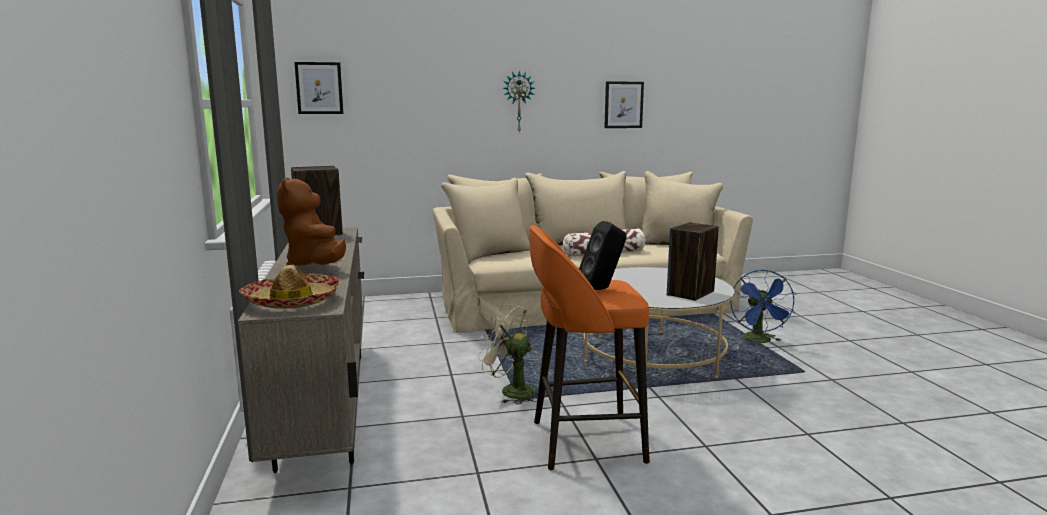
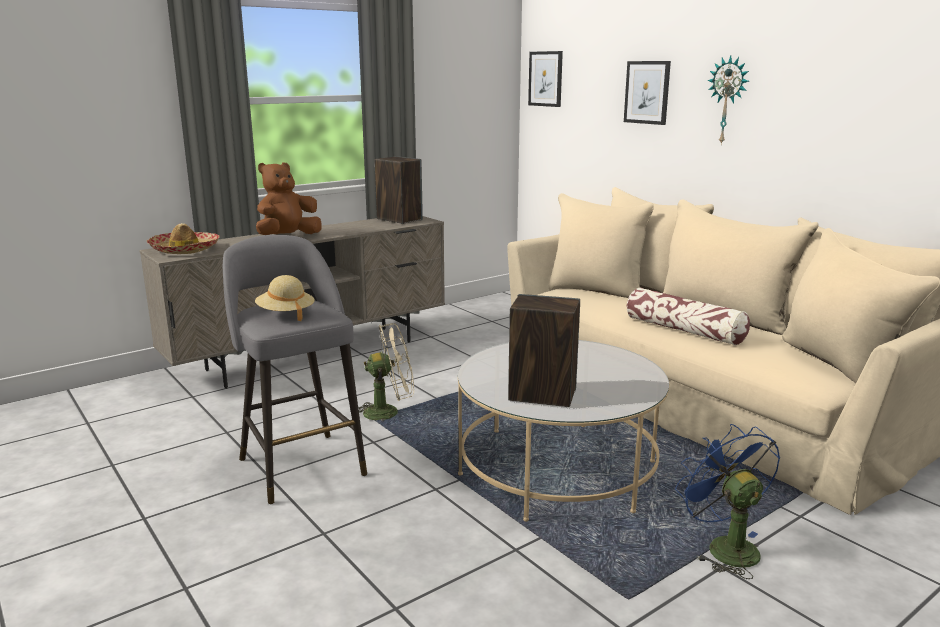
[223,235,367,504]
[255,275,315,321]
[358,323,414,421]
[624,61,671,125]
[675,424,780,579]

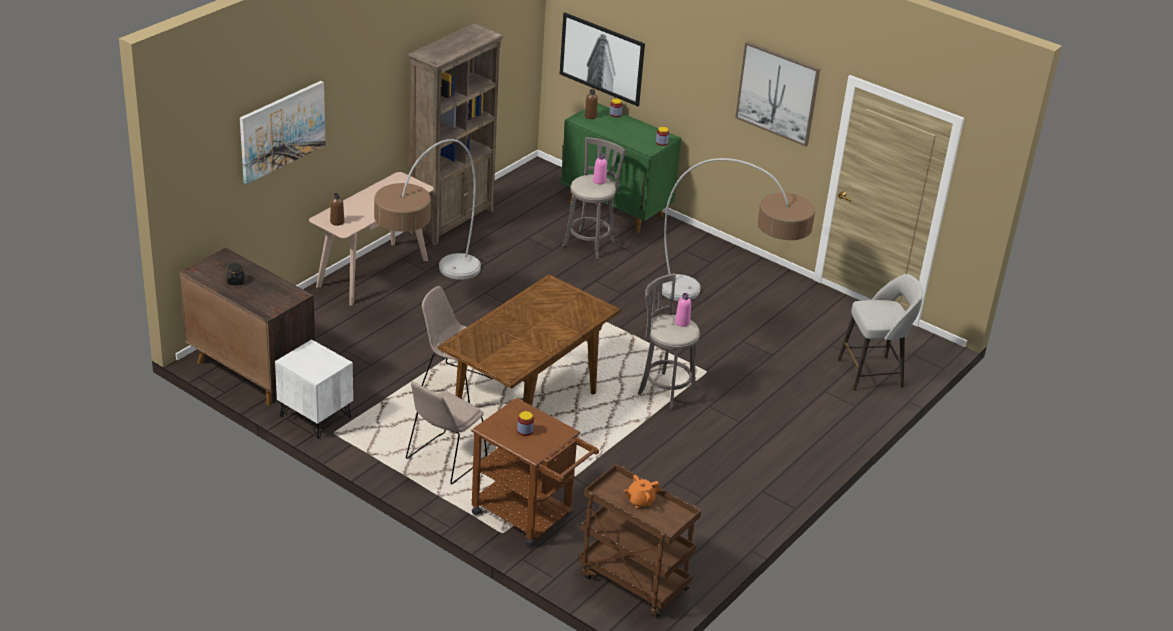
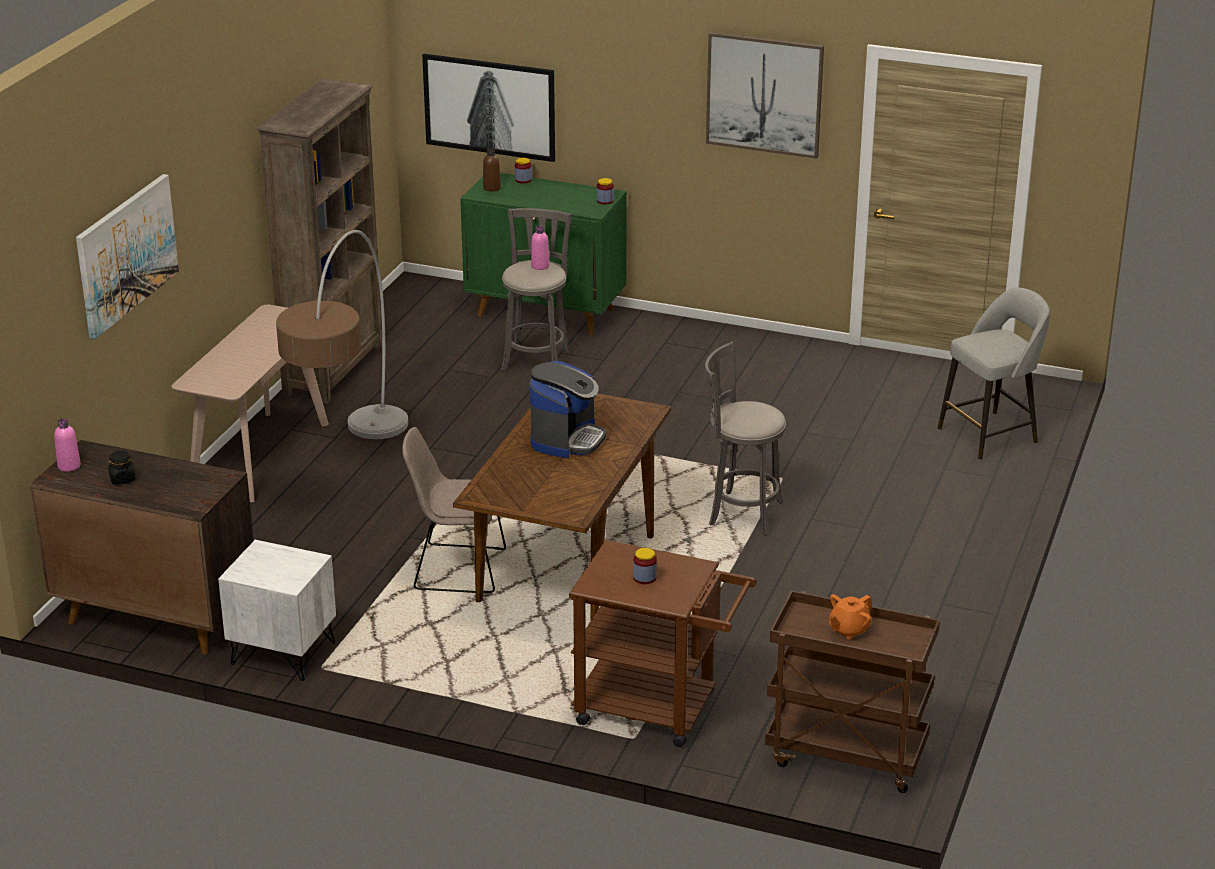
[54,418,81,472]
[529,361,606,458]
[330,193,344,226] (first image)
[406,381,487,484] (first image)
[662,158,815,301] (first image)

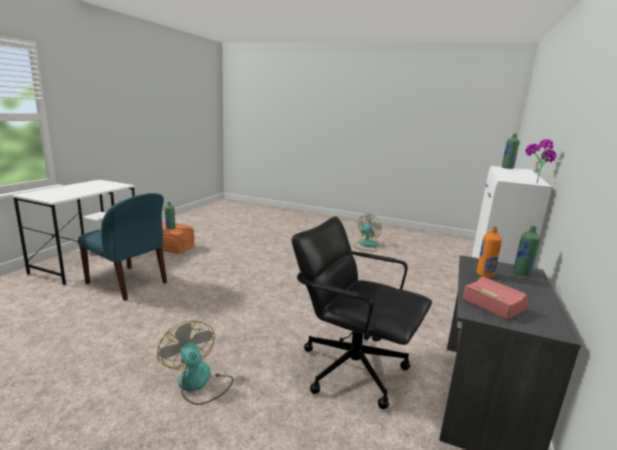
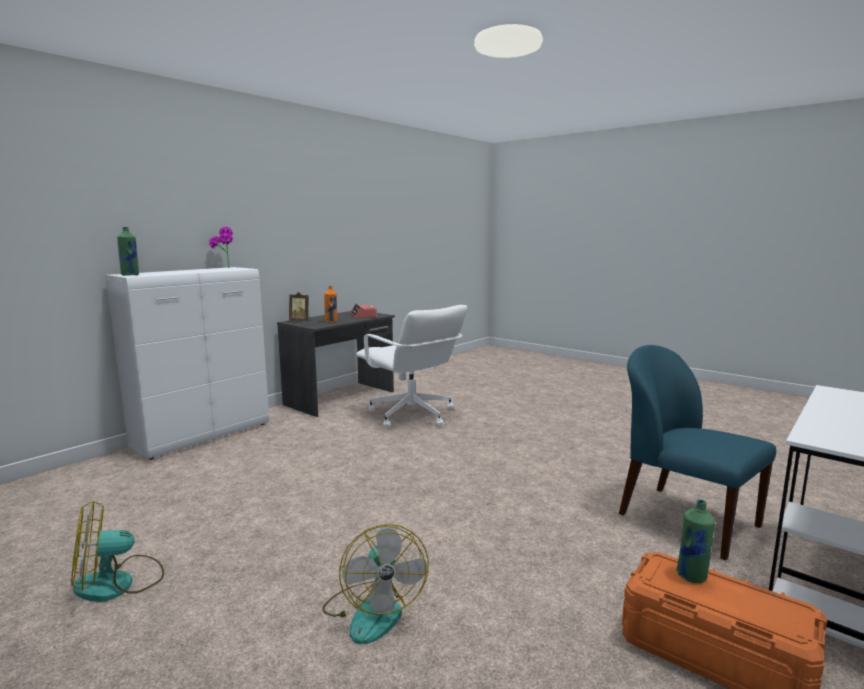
[289,292,310,322]
[322,524,429,644]
[356,305,467,428]

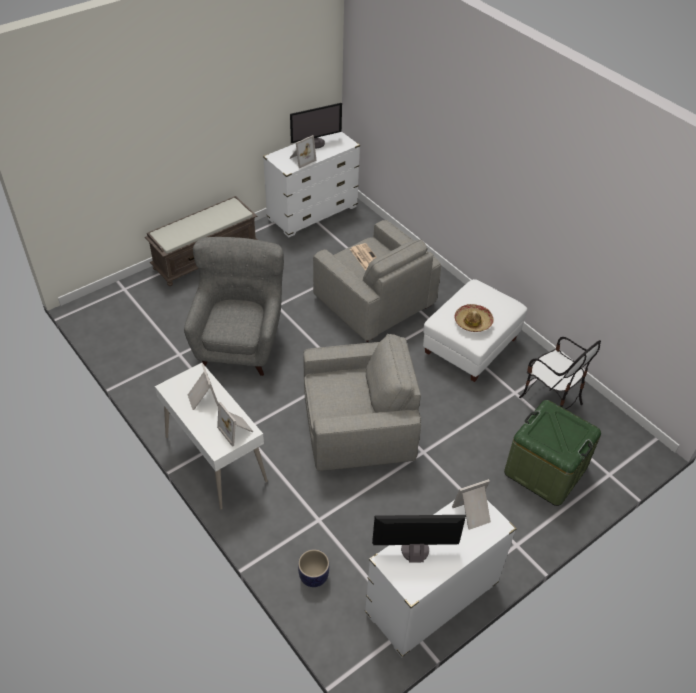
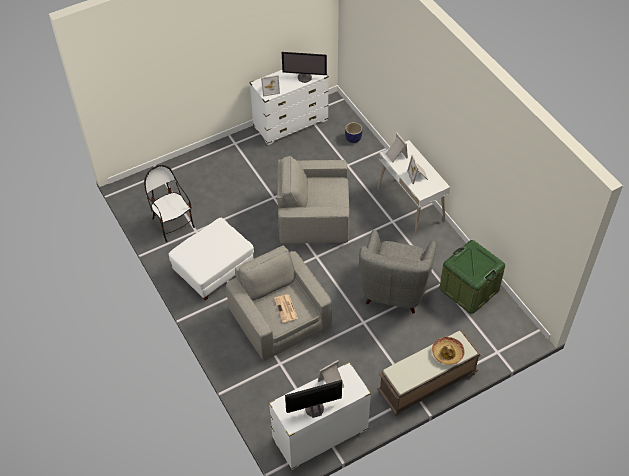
[432,337,464,365]
[440,240,505,314]

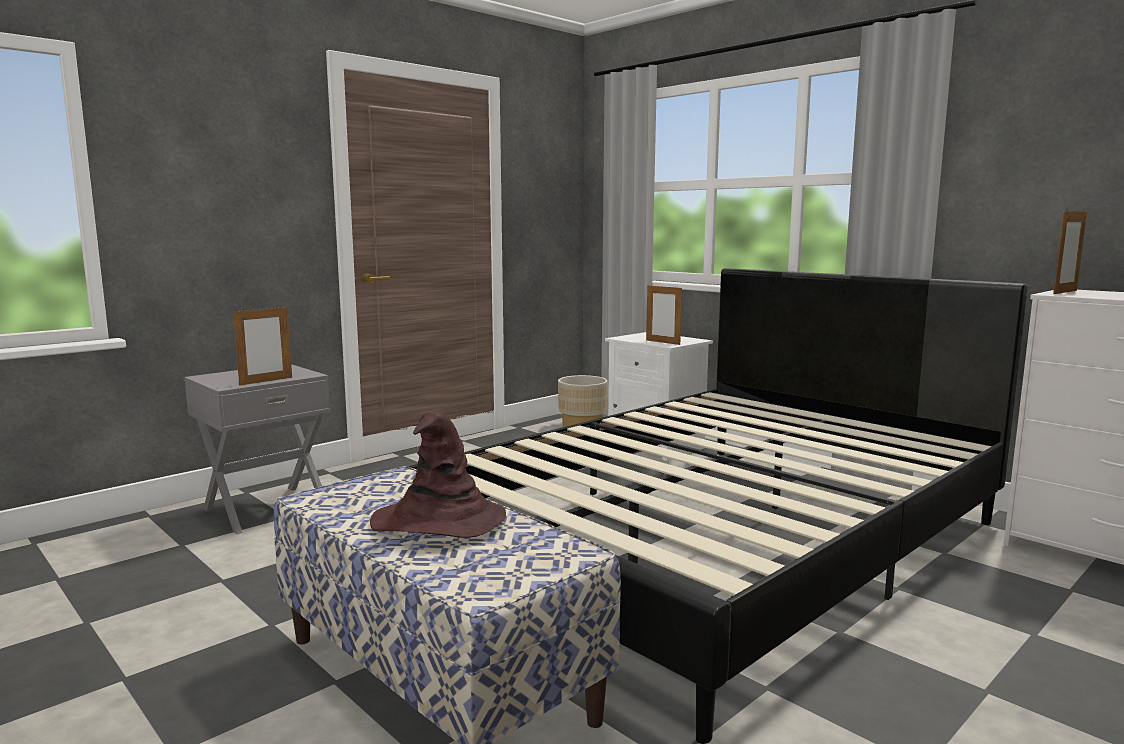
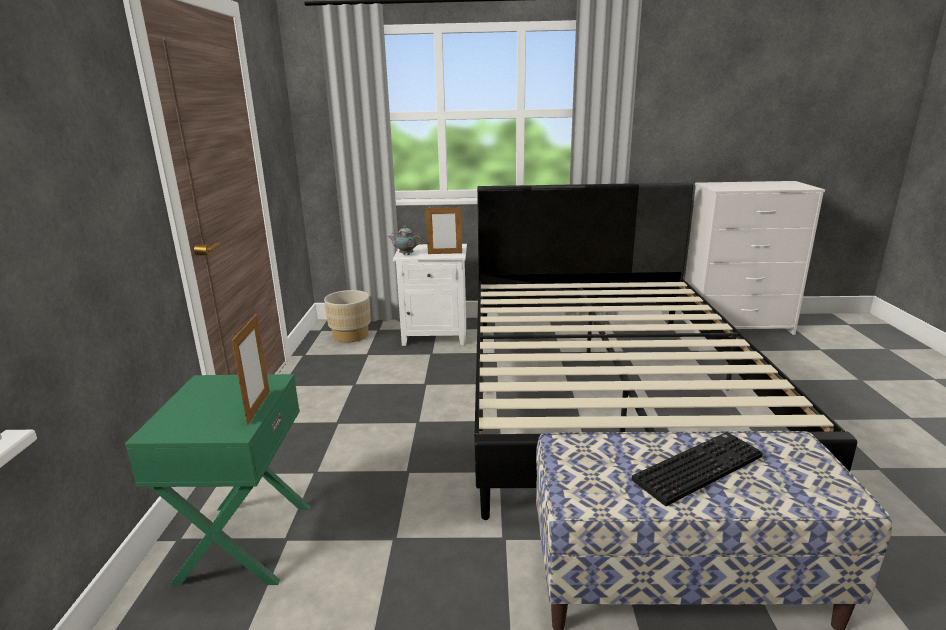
[125,374,311,585]
[389,225,422,255]
[632,432,763,506]
[1053,209,1087,294] (first image)

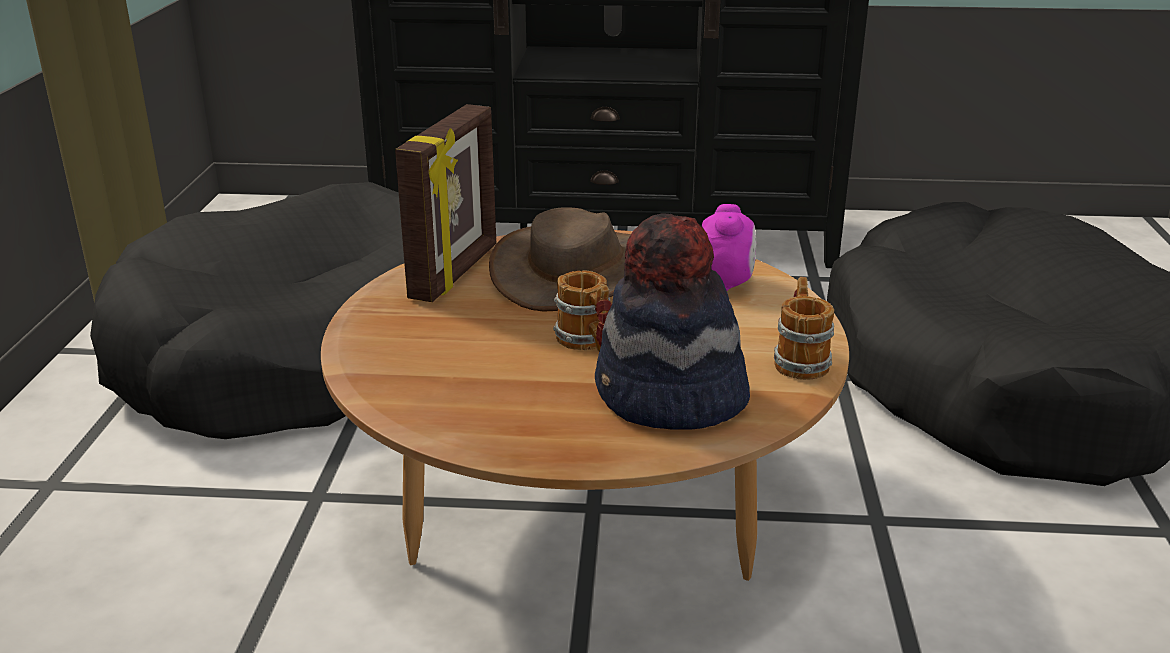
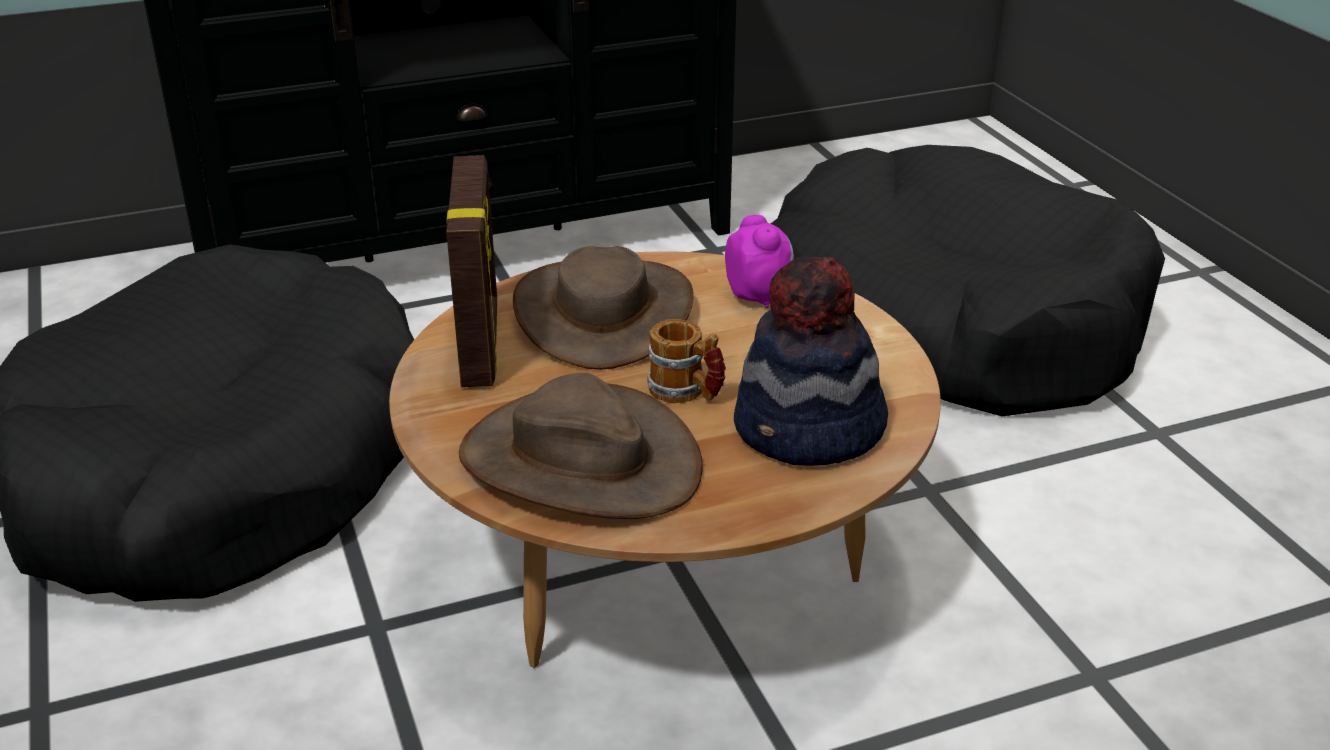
[459,373,703,519]
[774,277,834,380] (first image)

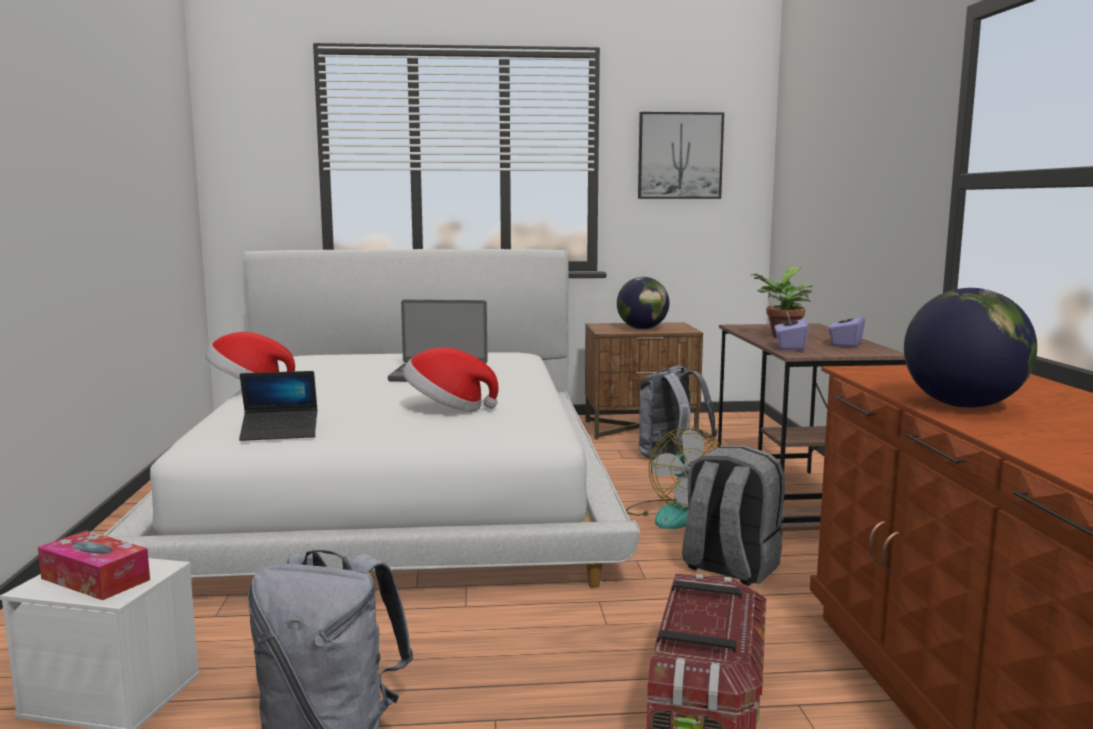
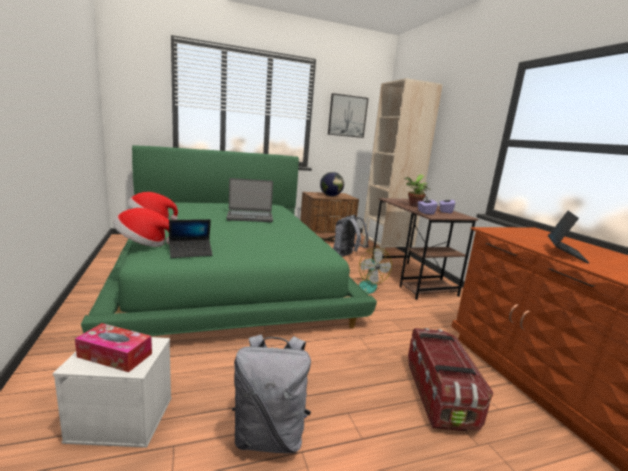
[81,145,377,336]
[113,208,169,247]
[362,78,443,260]
[548,211,589,263]
[682,445,785,586] (first image)

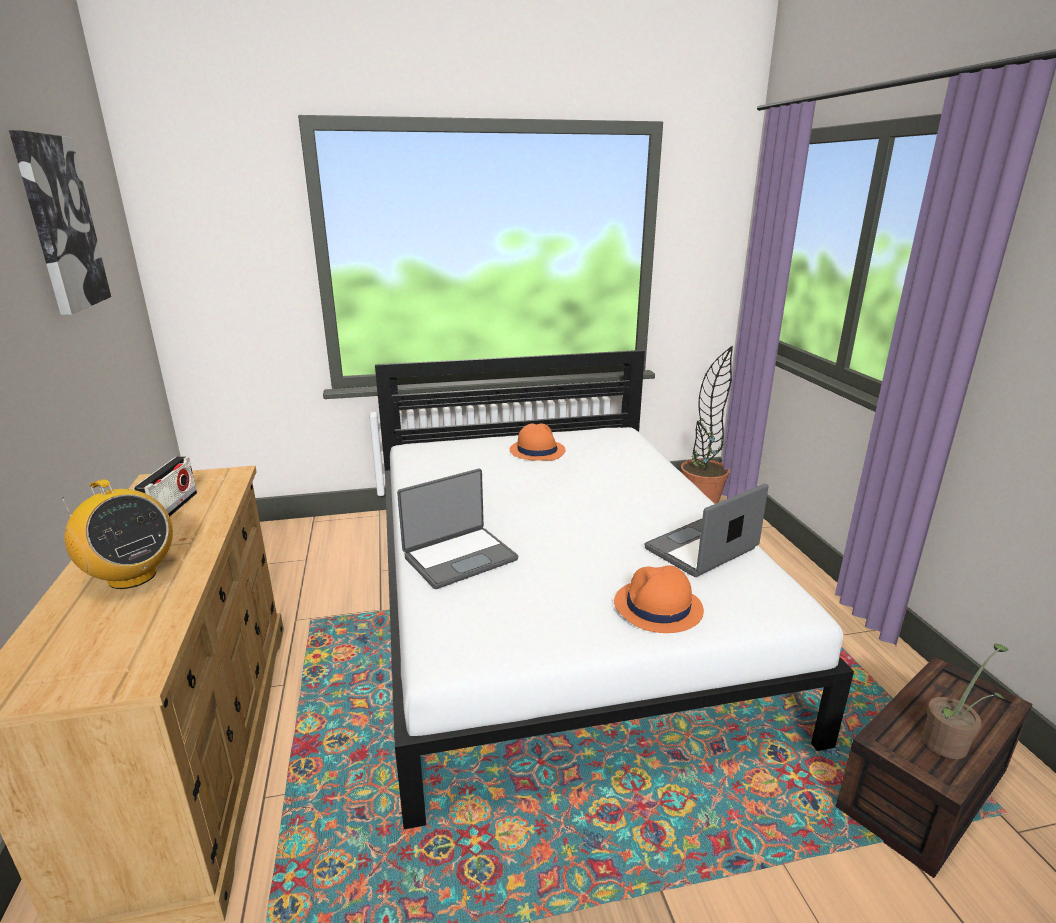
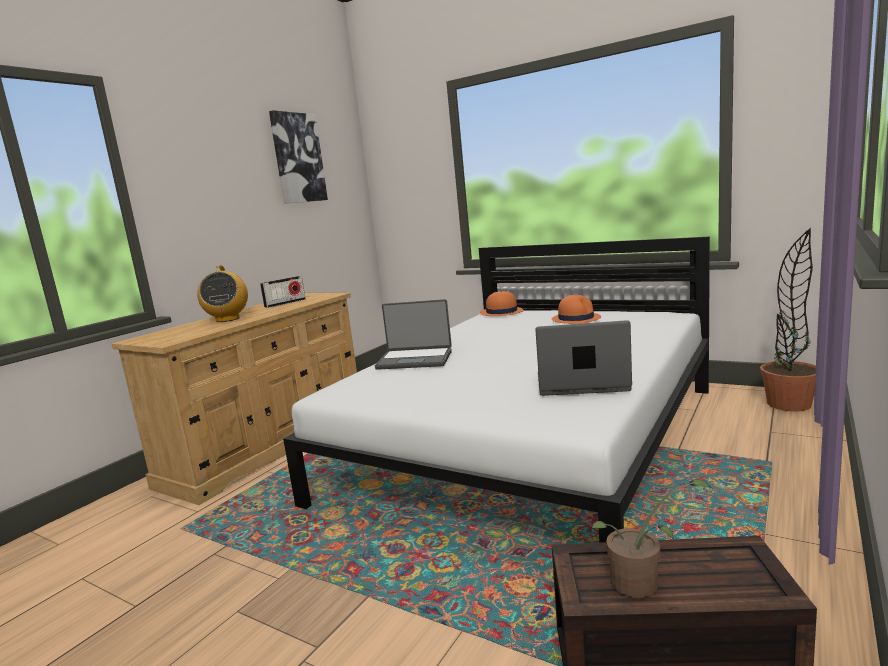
[480,291,524,316]

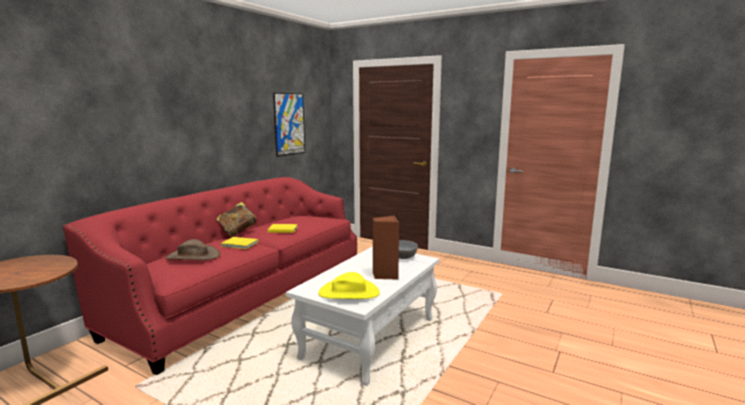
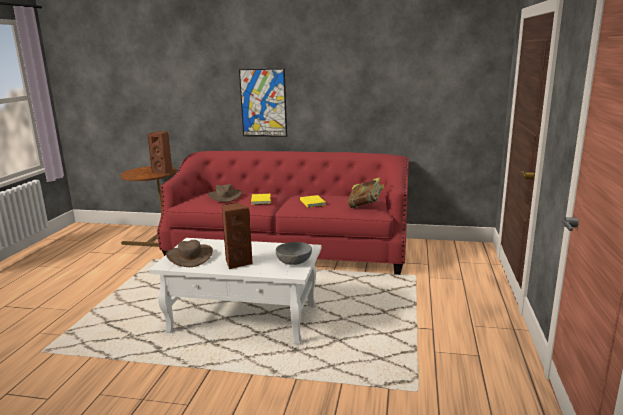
[147,131,172,174]
[166,240,213,267]
[239,69,287,137]
[347,177,385,208]

